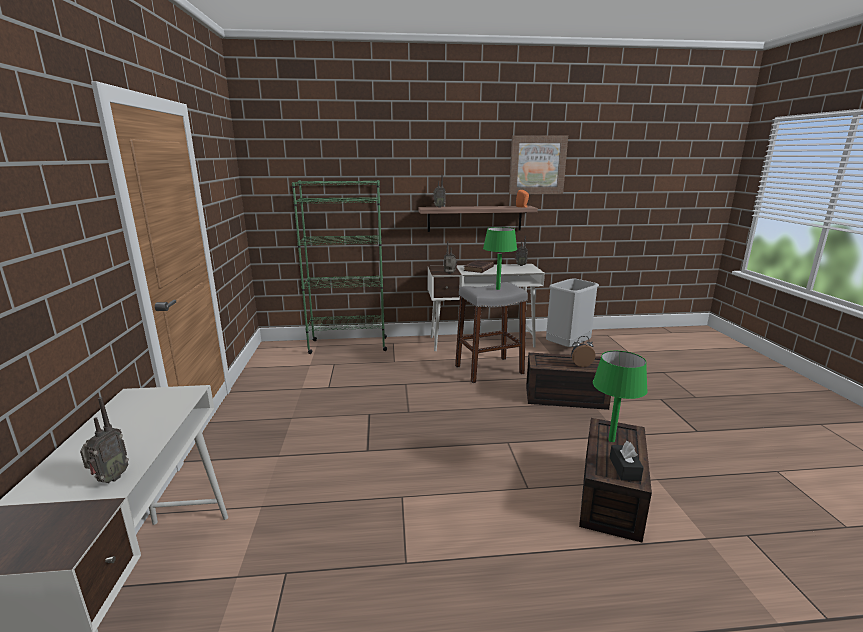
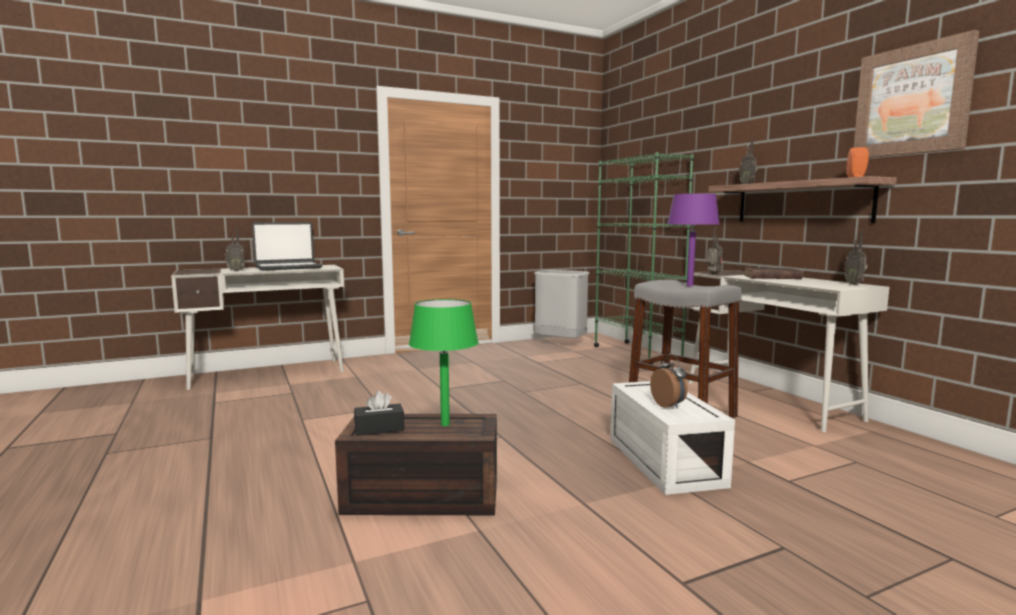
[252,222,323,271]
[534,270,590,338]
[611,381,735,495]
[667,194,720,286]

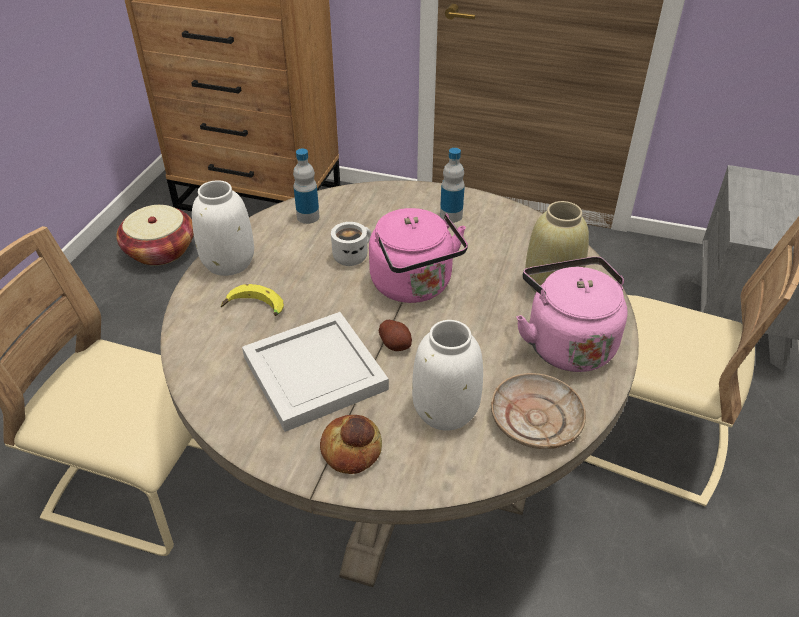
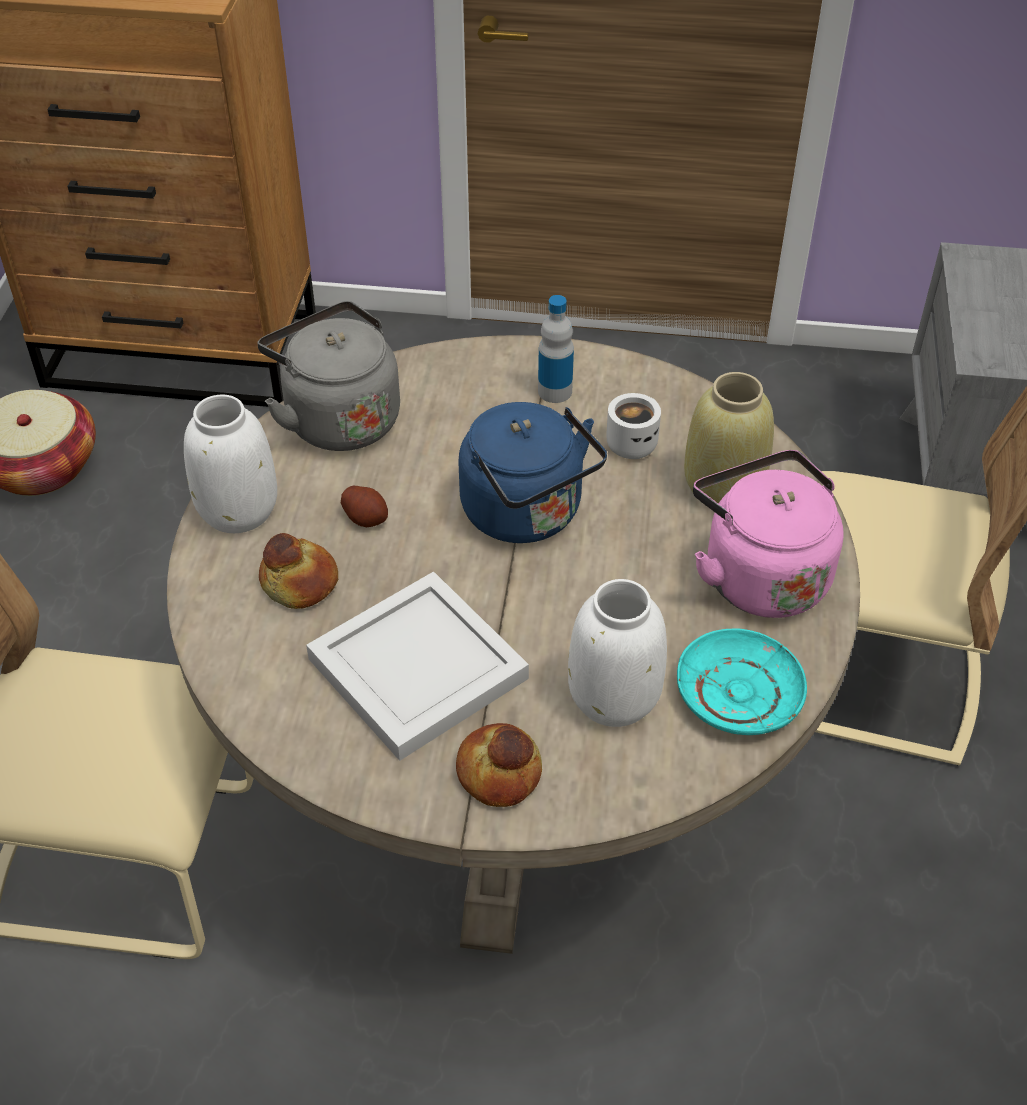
[258,301,400,451]
[259,533,338,609]
[341,486,388,527]
[459,402,607,543]
[606,393,661,459]
[677,629,807,735]

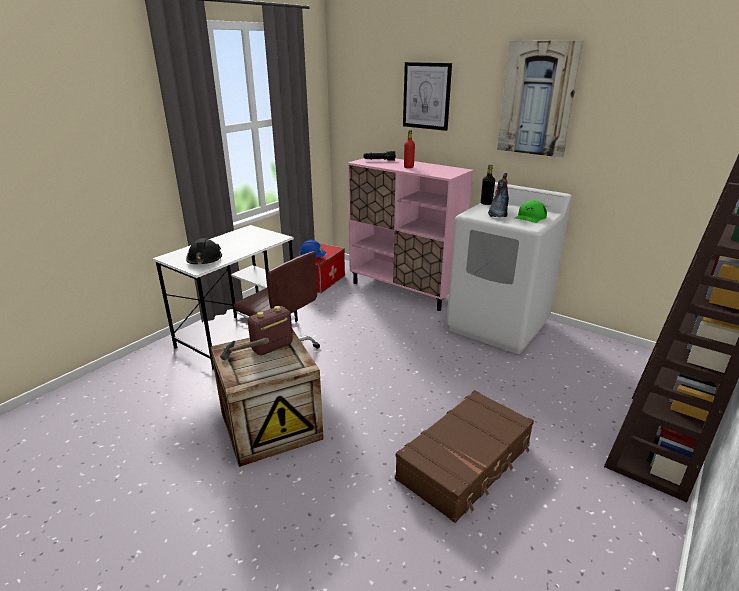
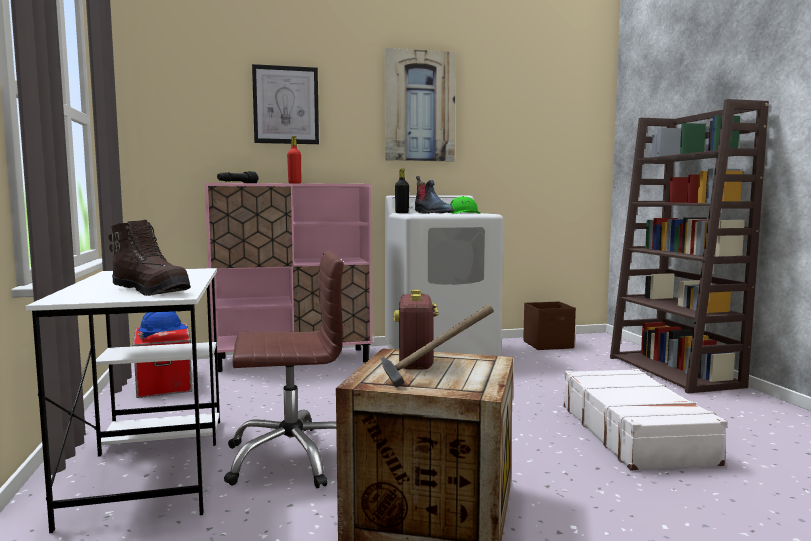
[108,220,191,296]
[523,301,576,350]
[564,369,728,471]

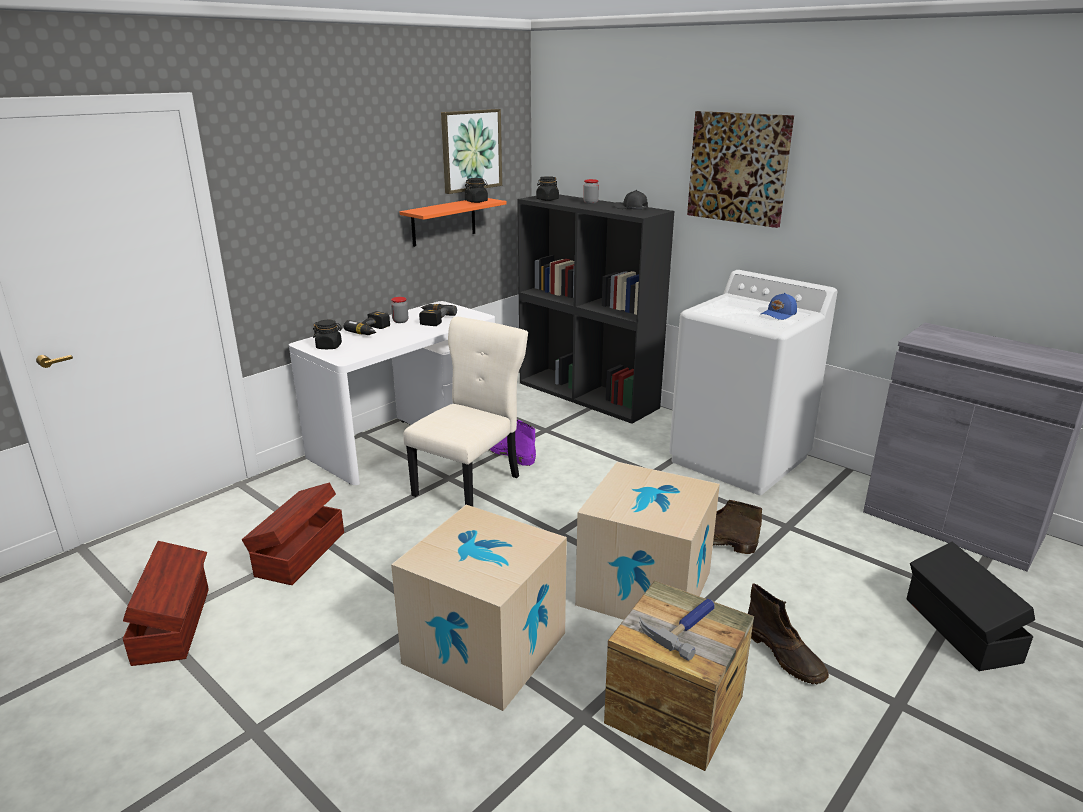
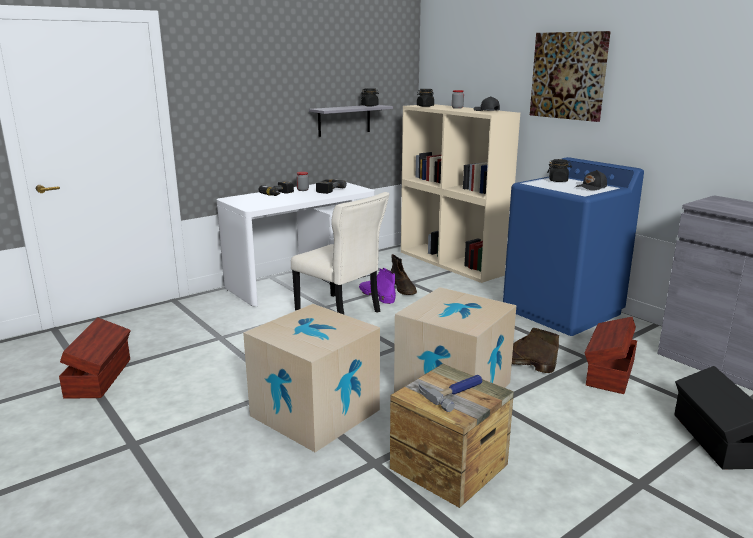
[291,192,389,314]
[309,105,393,137]
[391,254,417,295]
[401,104,520,283]
[503,157,644,336]
[547,159,572,182]
[575,170,607,190]
[584,317,637,394]
[441,109,502,194] (first image)

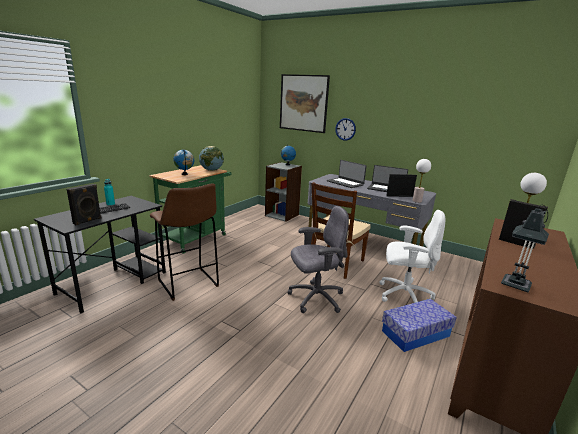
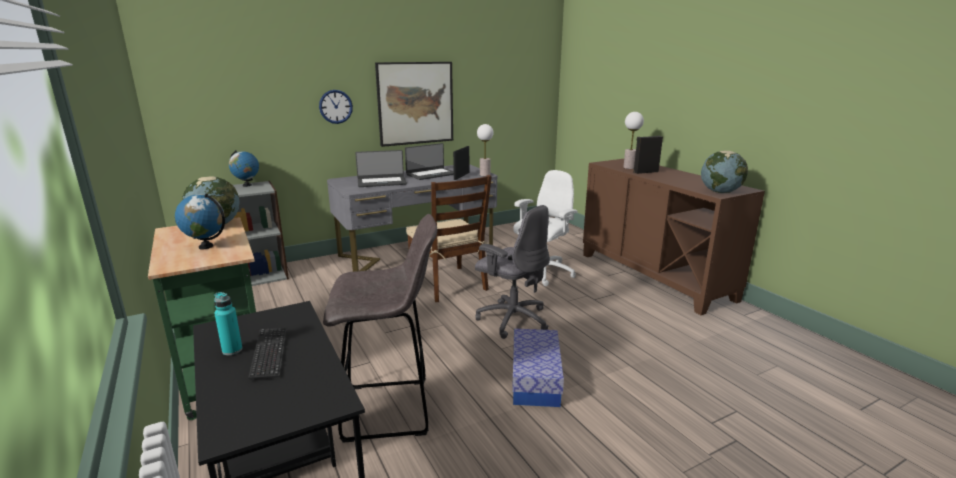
[323,214,437,443]
[375,62,453,147]
[475,205,550,339]
[512,328,564,407]
[701,151,748,193]
[67,184,101,225] (first image)

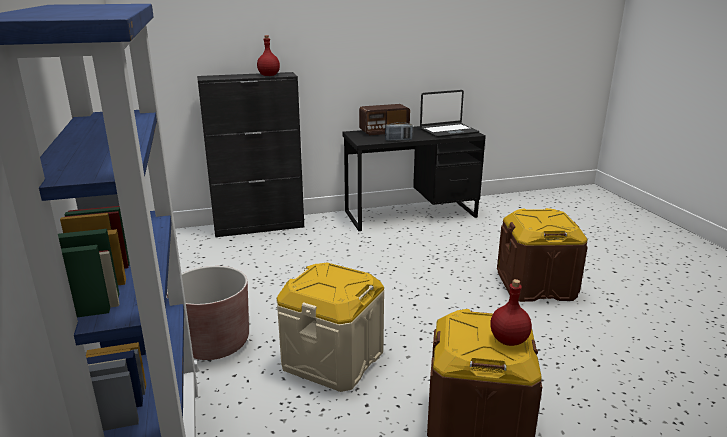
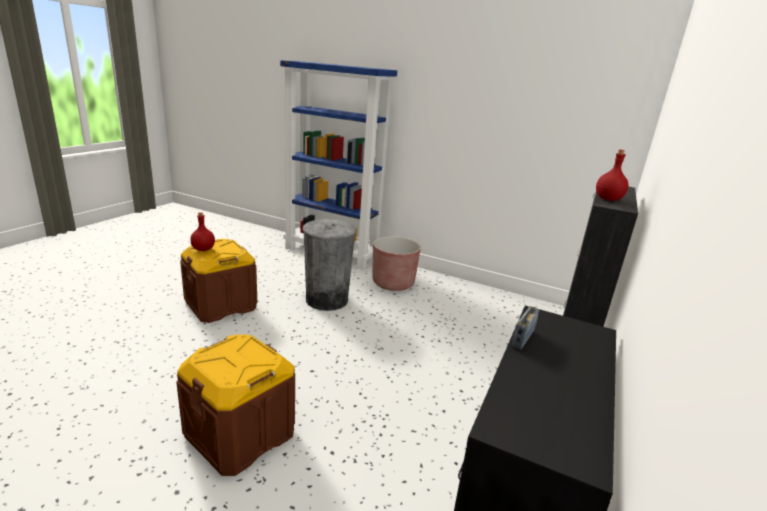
[303,219,356,311]
[359,104,410,135] (first image)
[420,90,479,138] (first image)

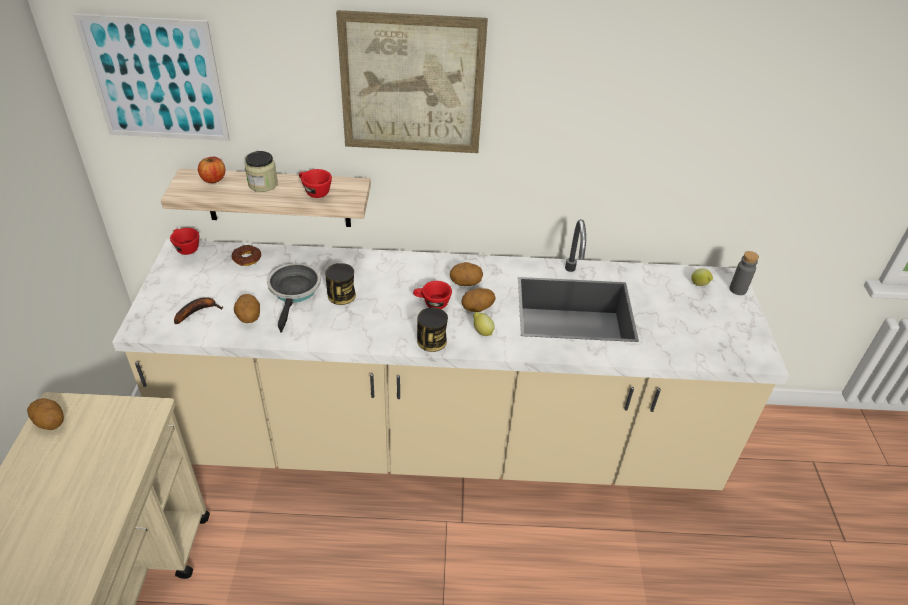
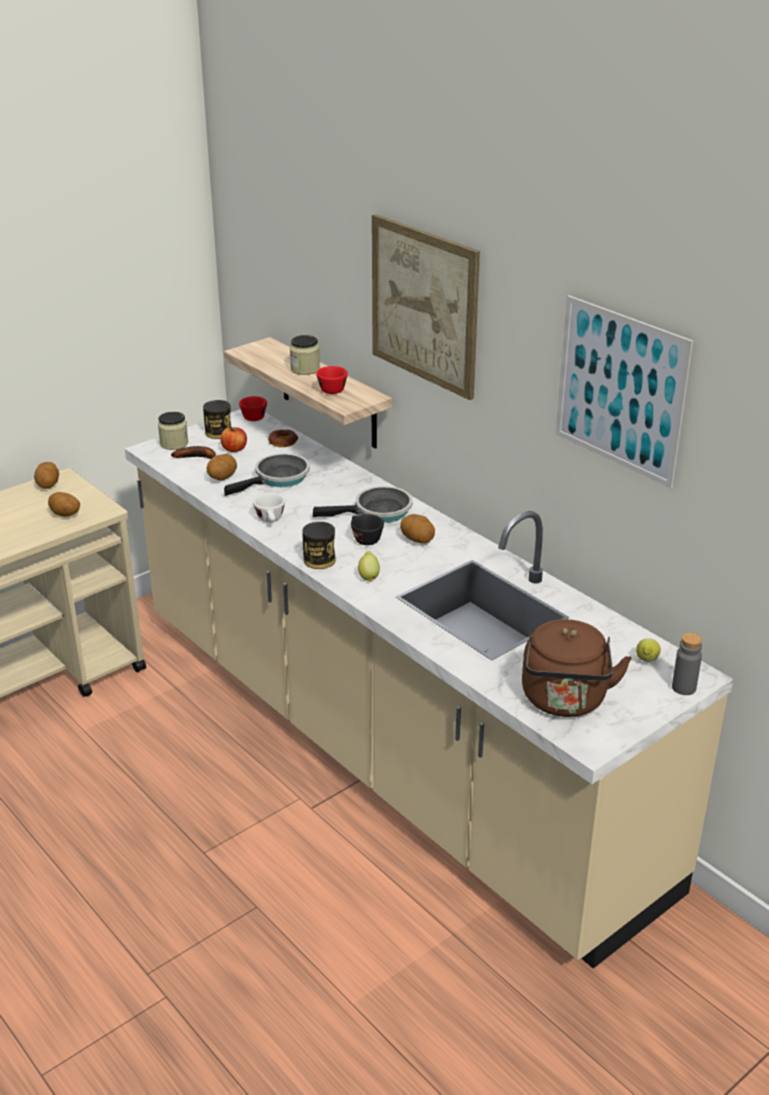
[48,492,80,516]
[158,412,188,450]
[203,400,232,439]
[220,427,247,452]
[253,492,285,522]
[312,486,413,523]
[351,514,384,545]
[522,619,632,717]
[556,295,693,488]

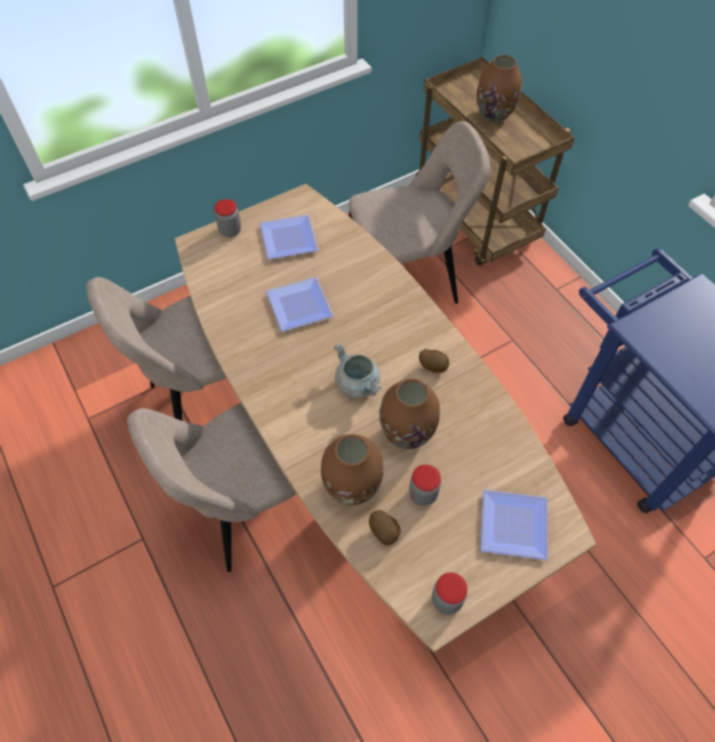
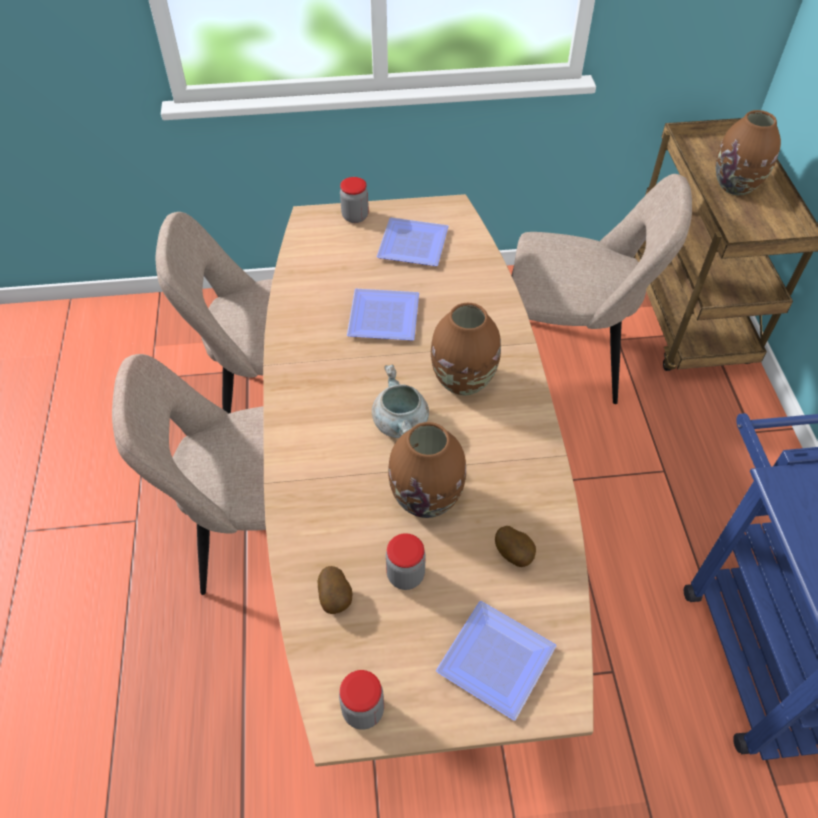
[431,303,501,395]
[495,526,536,567]

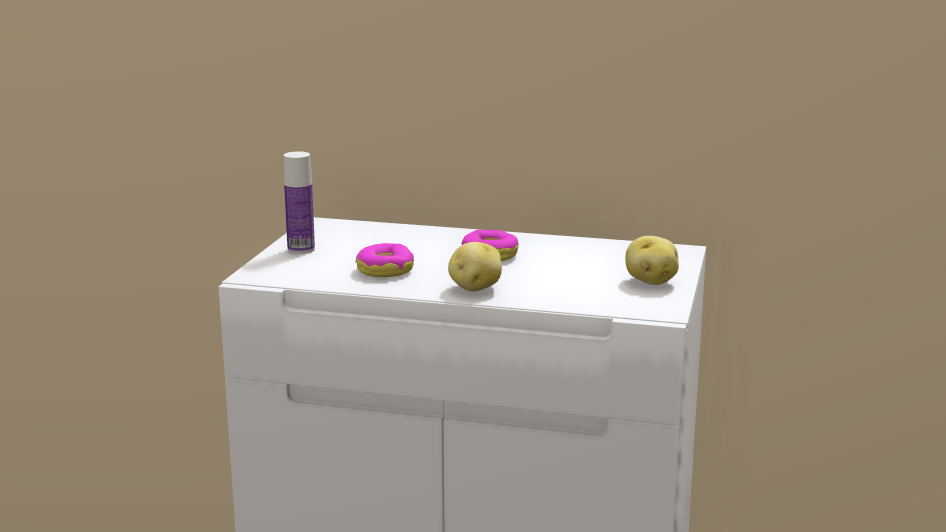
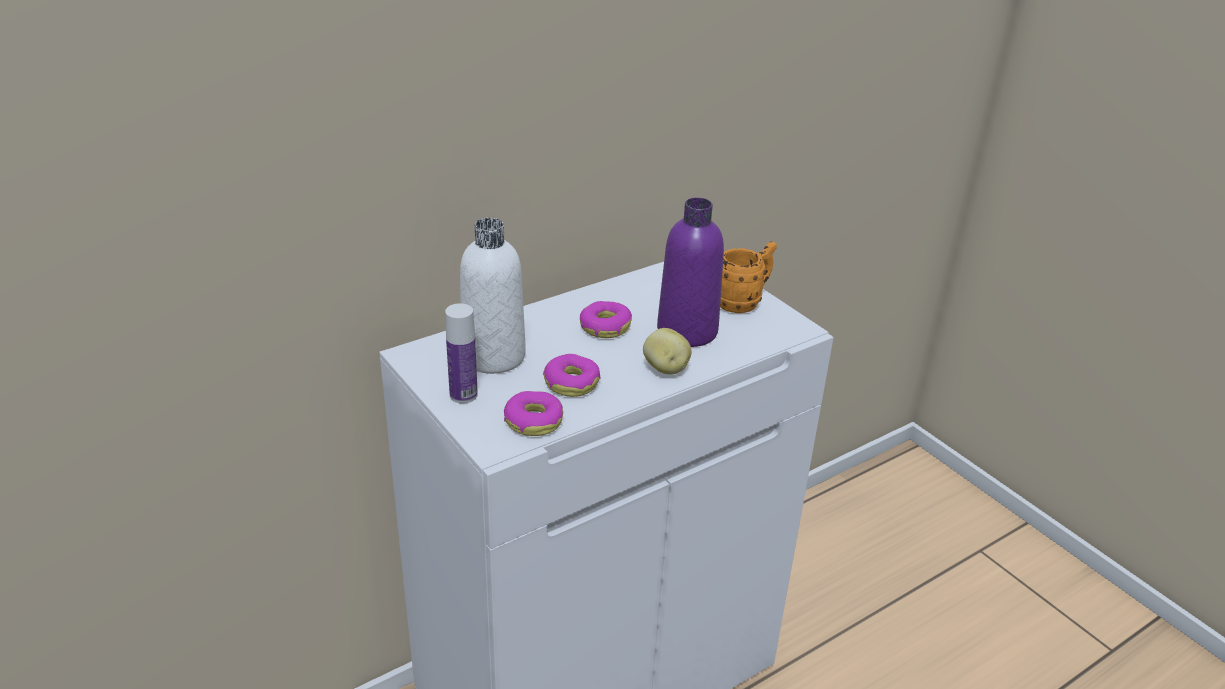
[460,218,526,374]
[504,391,563,436]
[657,198,724,347]
[720,241,777,313]

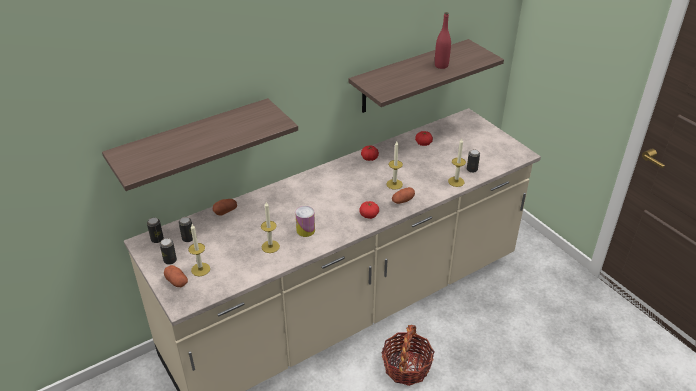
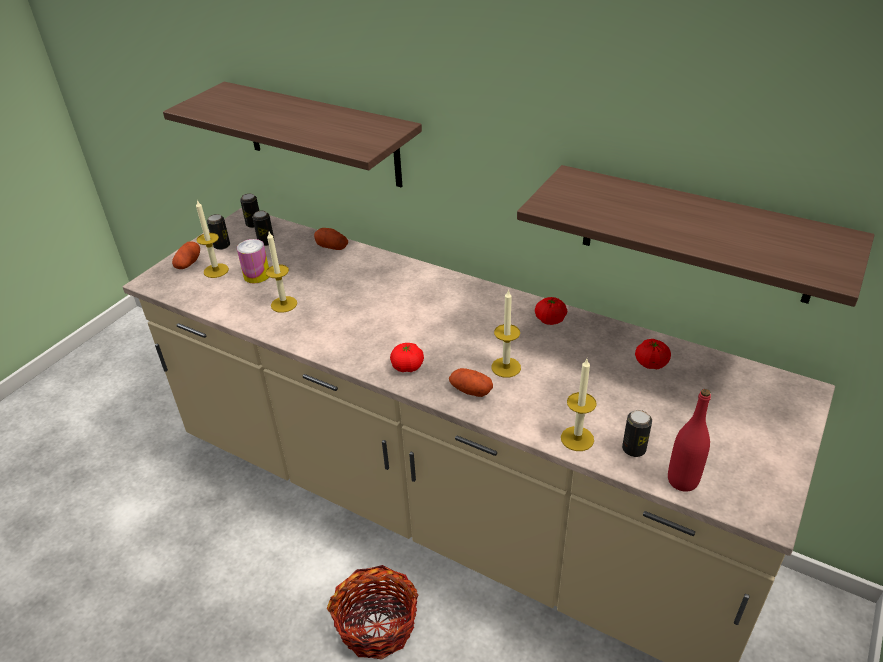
[237,239,269,283]
[668,389,711,492]

